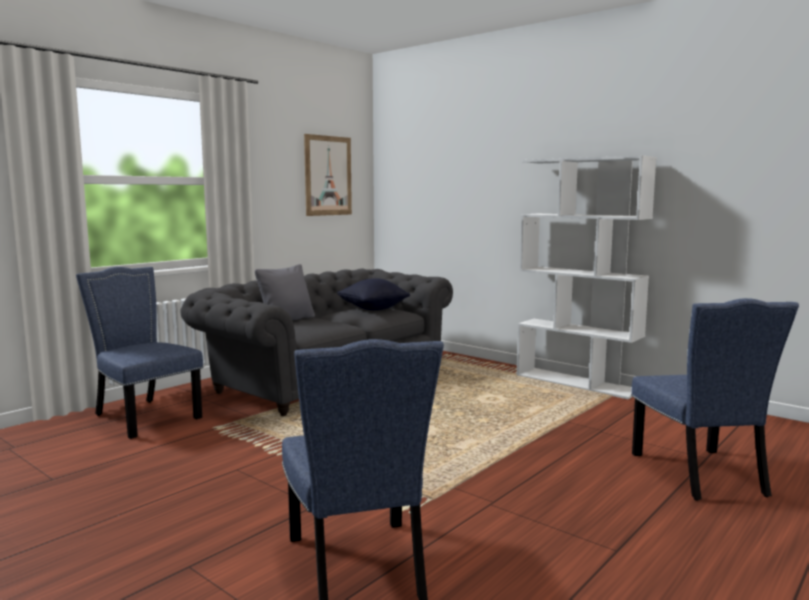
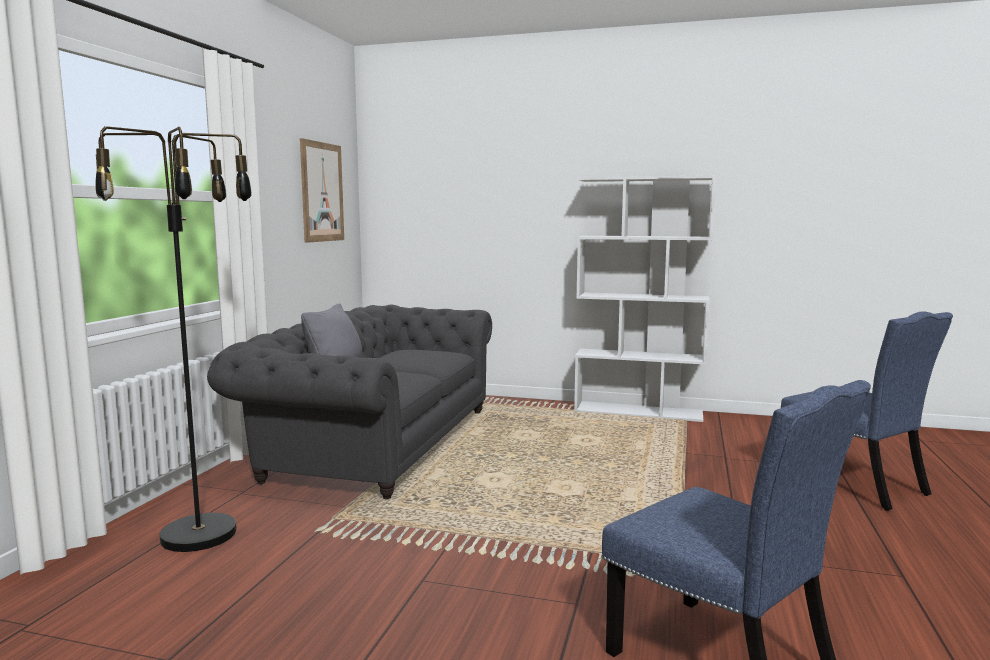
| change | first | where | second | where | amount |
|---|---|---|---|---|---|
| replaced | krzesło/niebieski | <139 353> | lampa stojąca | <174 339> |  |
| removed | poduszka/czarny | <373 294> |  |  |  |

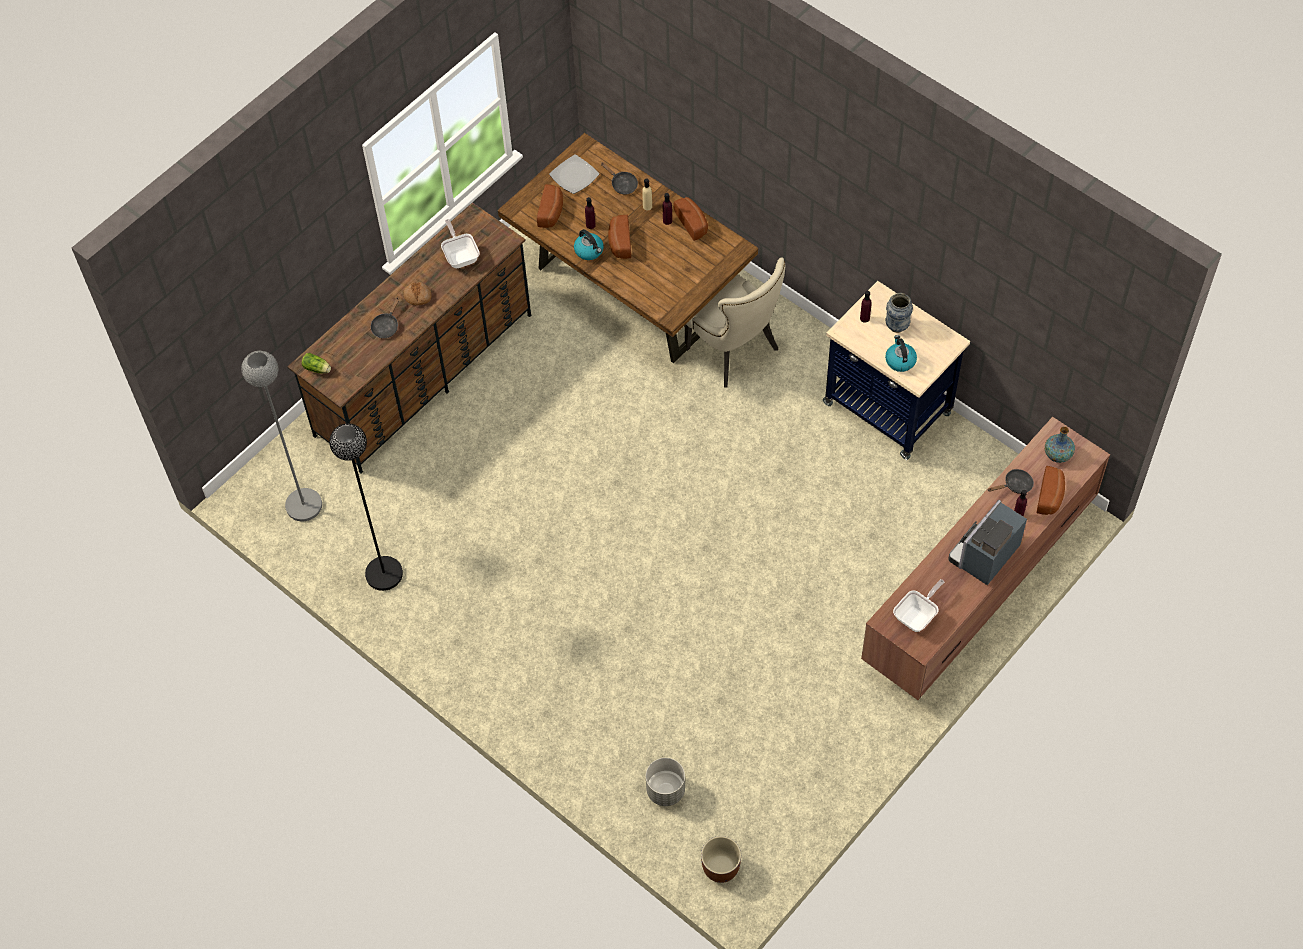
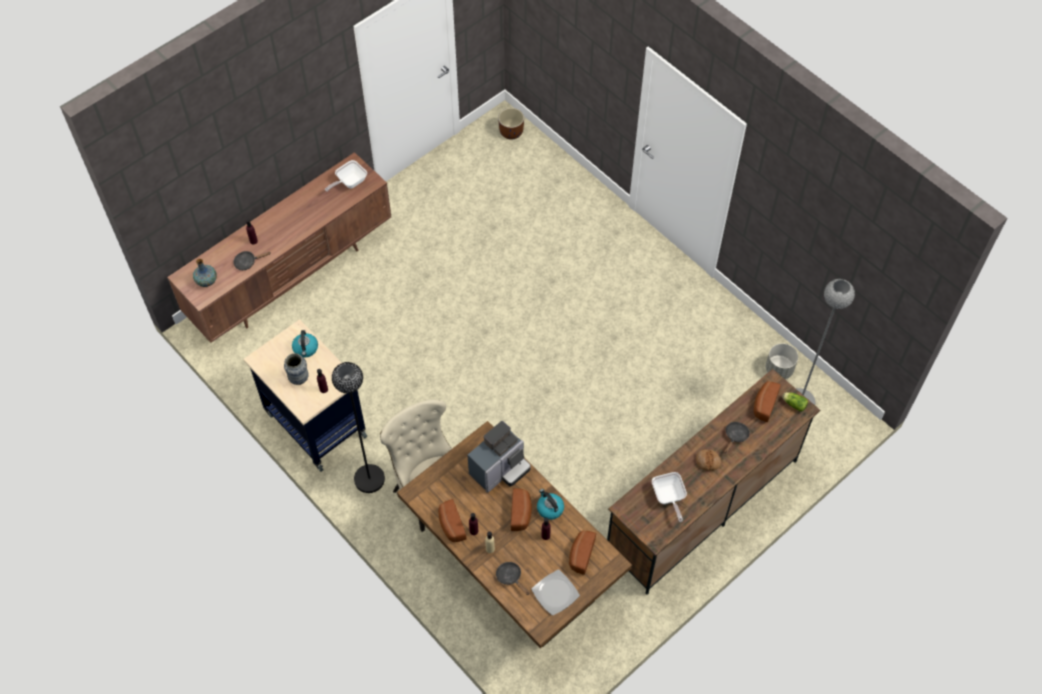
| change | first | where | second | where | amount |
|---|---|---|---|---|---|
| moved | lampa stojąca/czarny | <366 507> |  | <358 427> |  |
| moved | donica/szary | <665 782> |  | <782 361> |  |
| moved | ekspres do kawy | <987 542> |  | <498 457> |  |
| moved | chleb | <1051 490> |  | <767 402> |  |

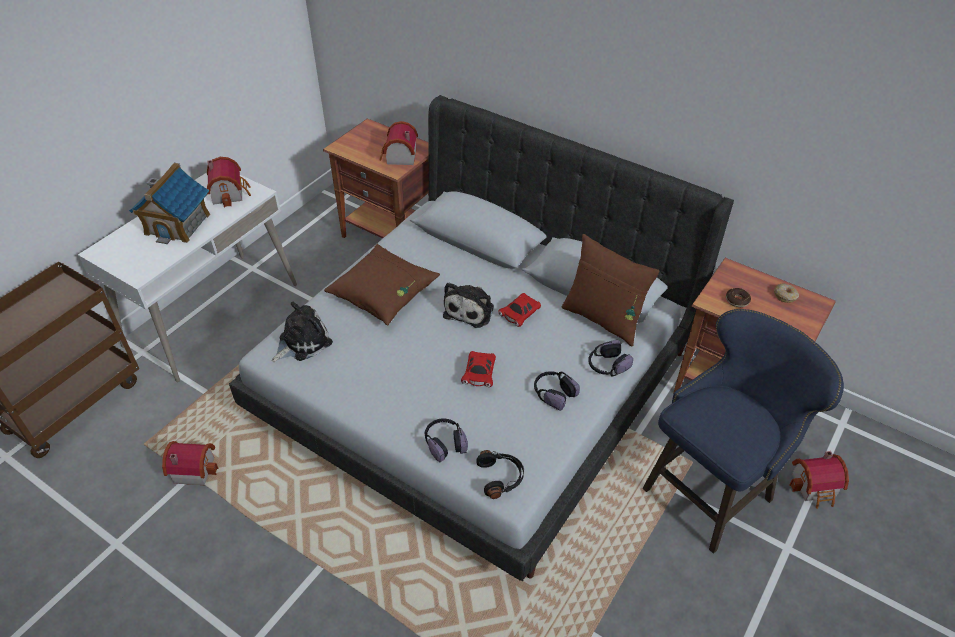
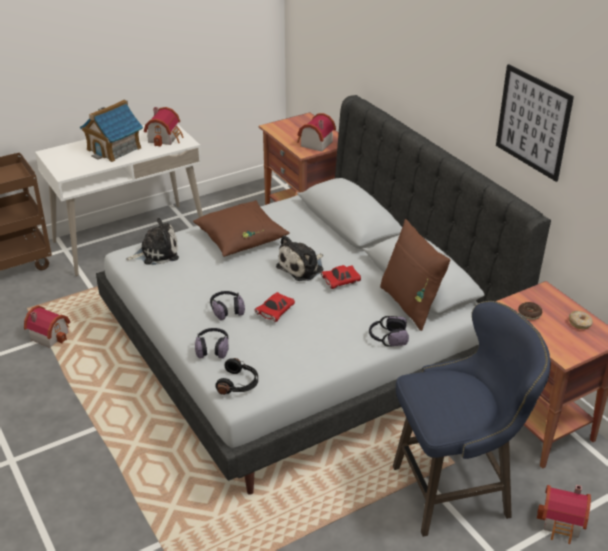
| change | first | where | second | where | amount |
|---|---|---|---|---|---|
| moved | słuchawki | <557 391> |  | <227 306> |  |
| added |  |  | obraz | <535 123> |  |

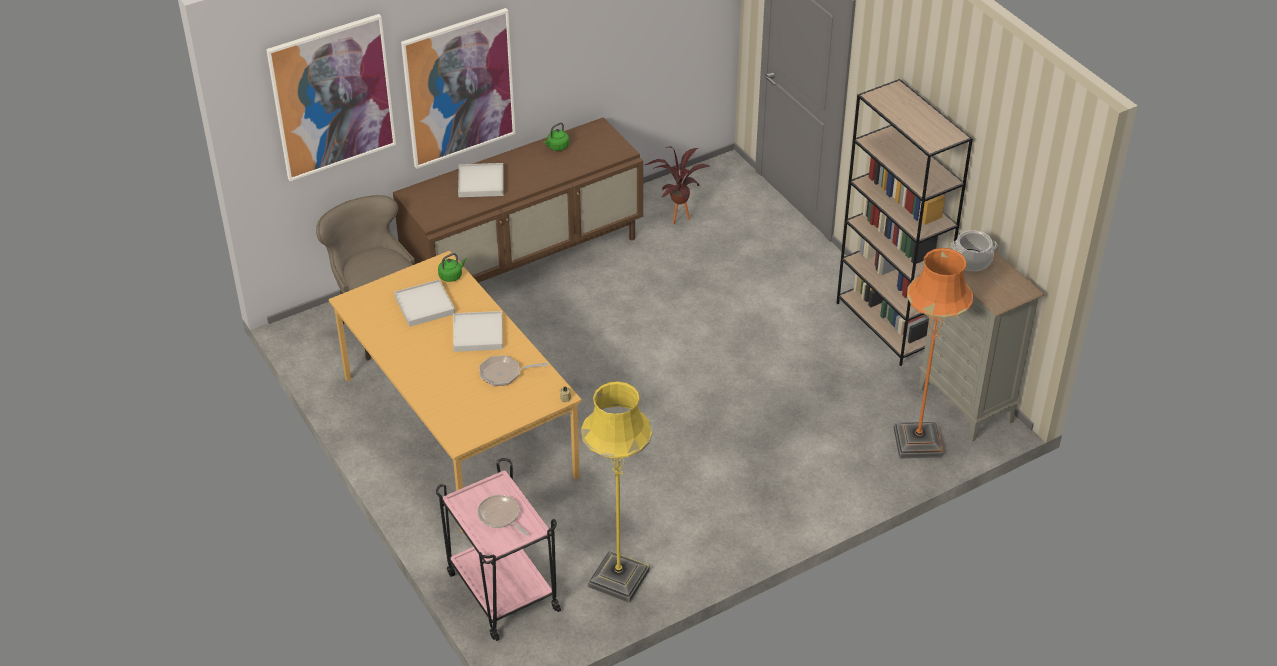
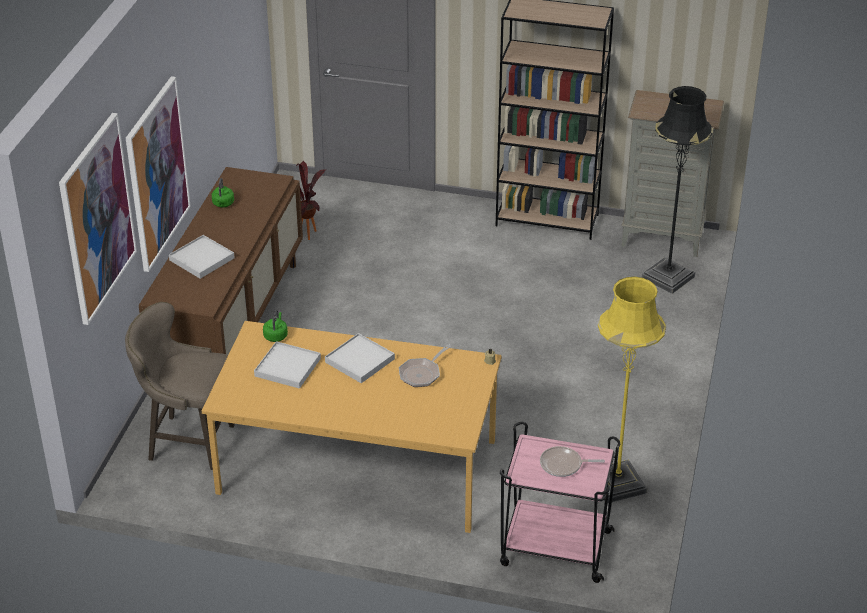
| change | first | where | second | where | amount |
|---|---|---|---|---|---|
| recoloured | lampa stojąca/pomarańczowy | <933 353> | lampa stojąca/czarny | <677 190> |  |
| removed | garnek | <974 250> |  |  |  |

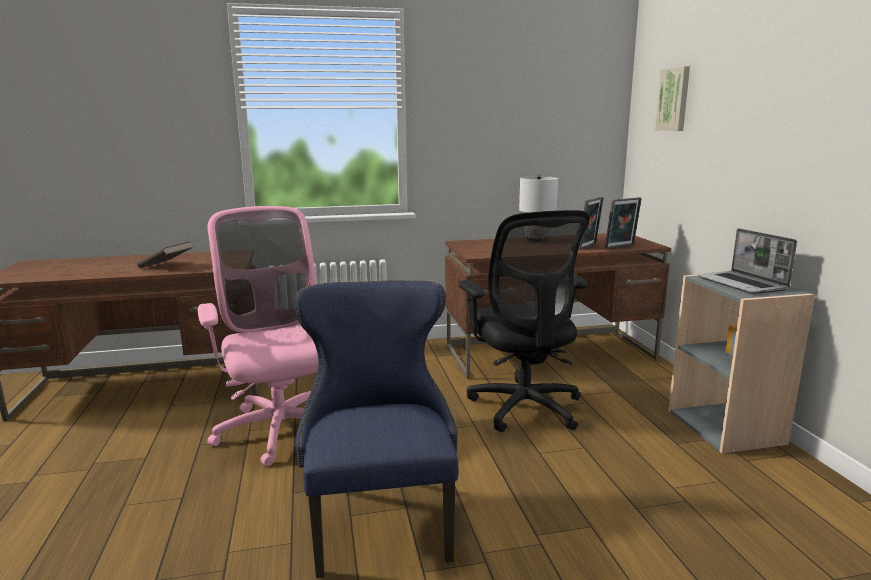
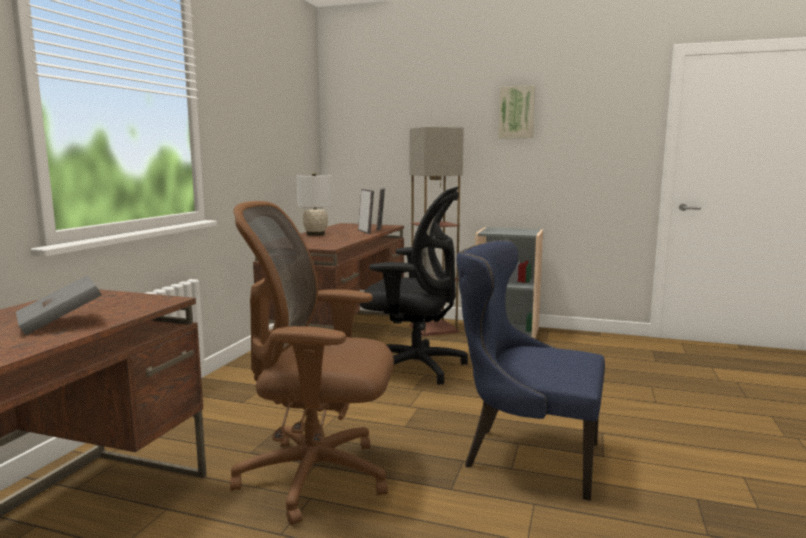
| change | first | where | second | where | amount |
|---|---|---|---|---|---|
| recoloured | książka/brązowy | <165 254> | książka/szary | <59 305> |  |
| recoloured | krzesło biurowe/różowy | <258 336> | krzesło biurowe/brązowy | <312 363> |  |
| moved | obraz | <672 98> |  | <517 111> |  |
| removed | laptop | <747 261> |  |  |  |
| added |  |  | lampa stojąca | <436 231> |  |

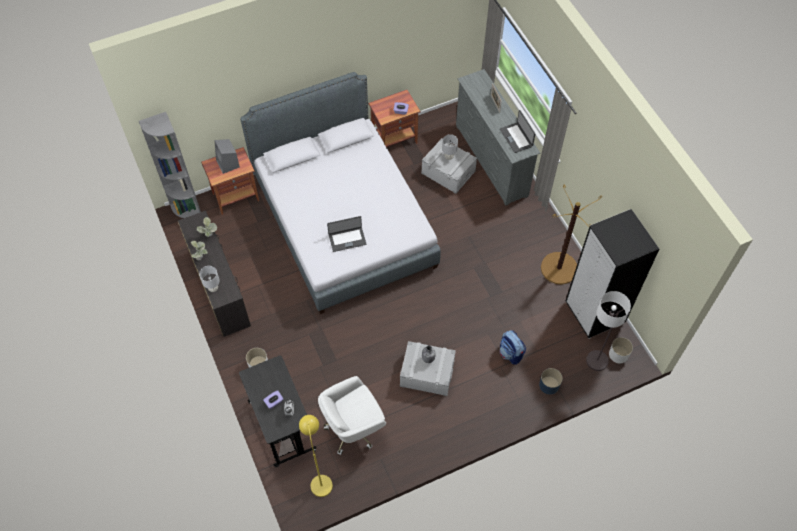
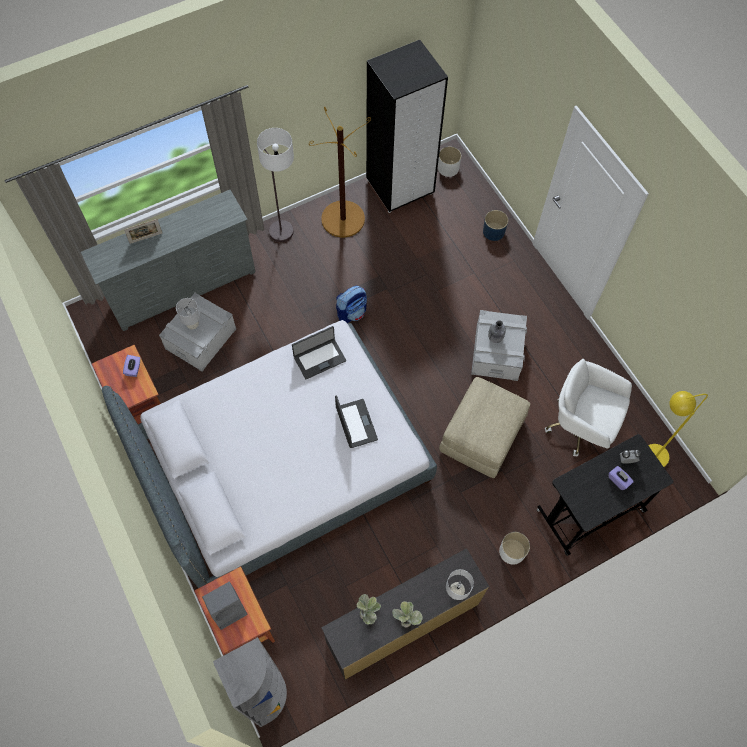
| change | first | where | second | where | amount |
|---|---|---|---|---|---|
| turned | krzesło biurowe/biały | <352 415> |  | <588 408> | 150 degrees clockwise |
| moved | plecak | <512 347> |  | <351 304> |  |
| moved | laptop | <517 131> |  | <319 352> |  |
| moved | lampa stojąca/biały | <608 331> |  | <275 185> |  |
| added |  |  | pufa/beżowy | <484 427> |  |

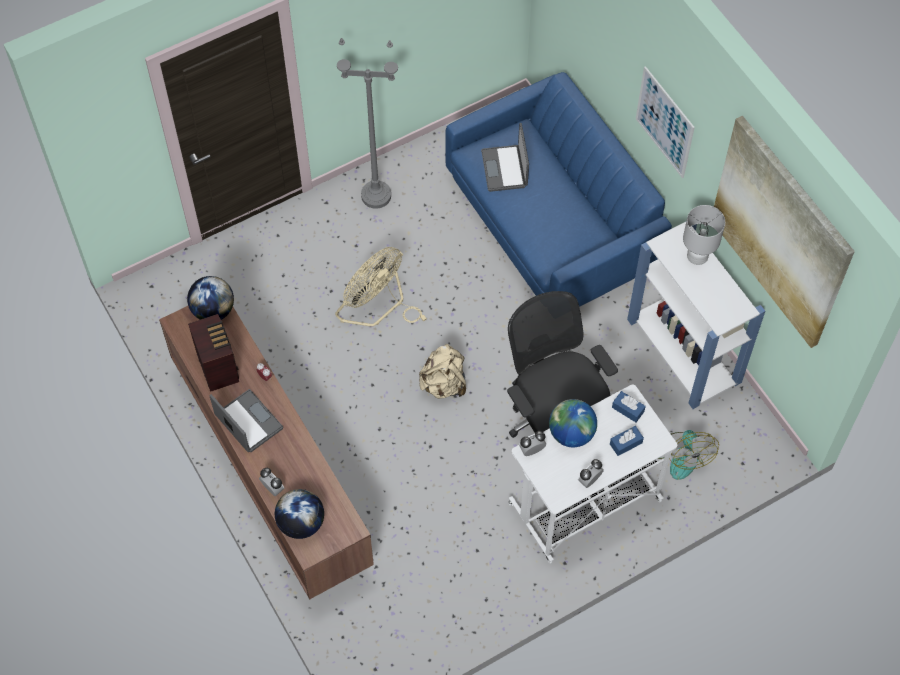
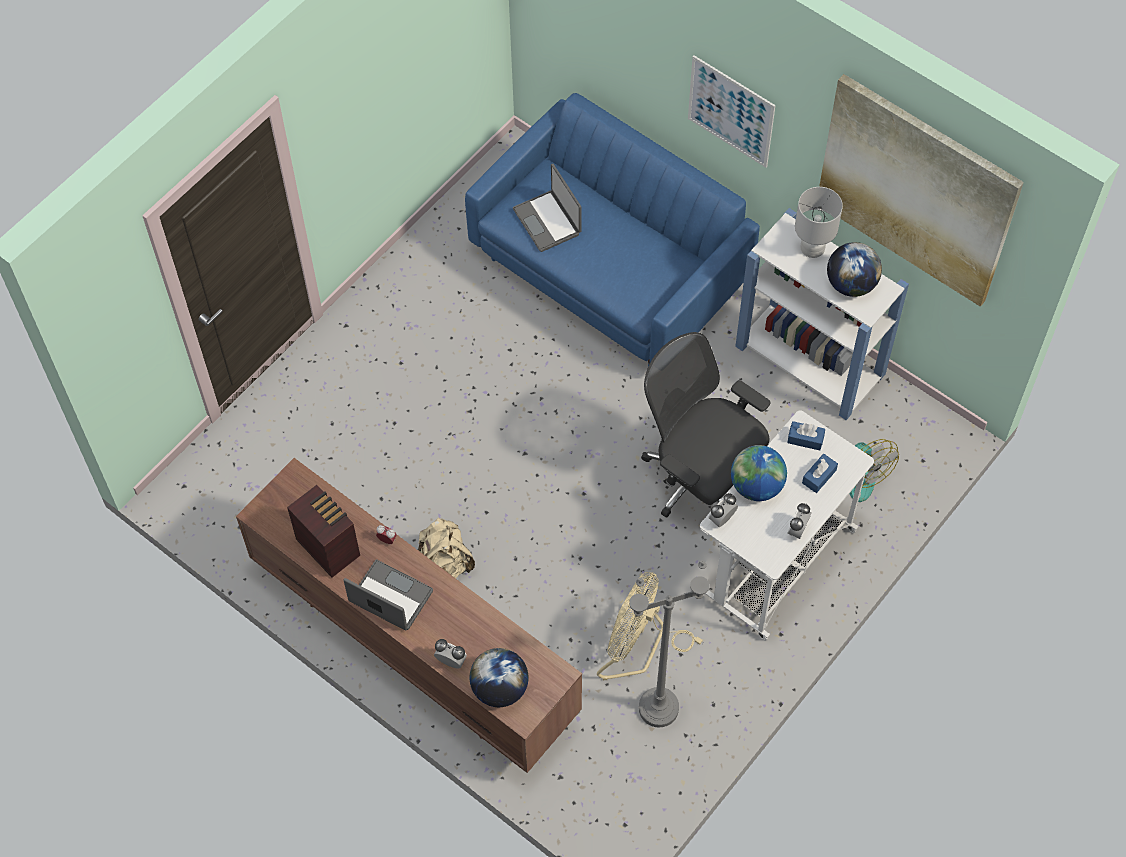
| change | first | where | second | where | amount |
|---|---|---|---|---|---|
| moved | globus | <210 298> |  | <854 269> |  |
| moved | wentylator/beżowy | <381 287> |  | <650 626> |  |
| moved | lampa stojąca/szary | <367 123> |  | <669 644> |  |
| moved | plecak/beżowy | <442 371> |  | <446 548> |  |

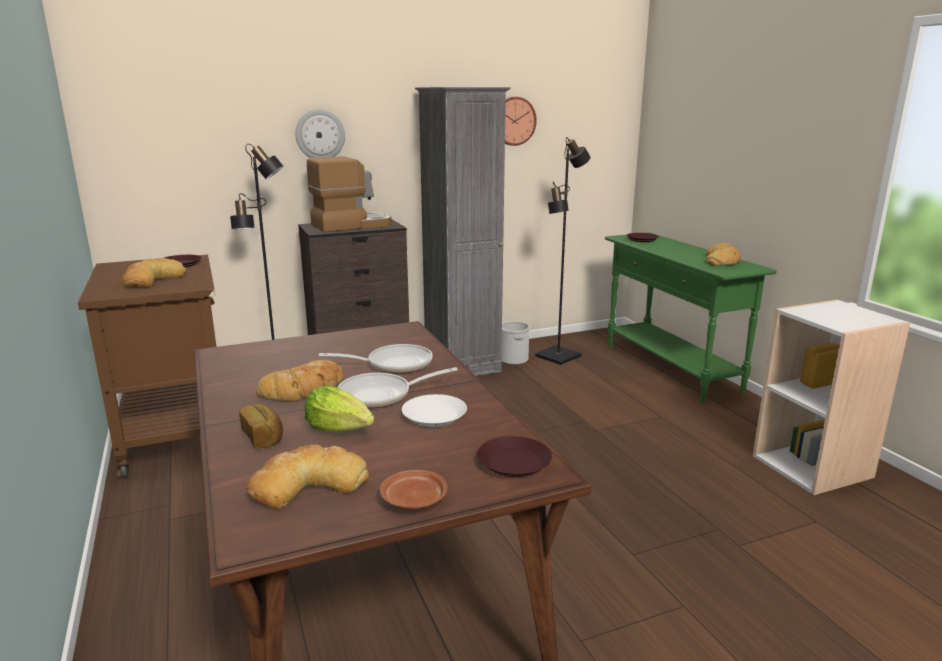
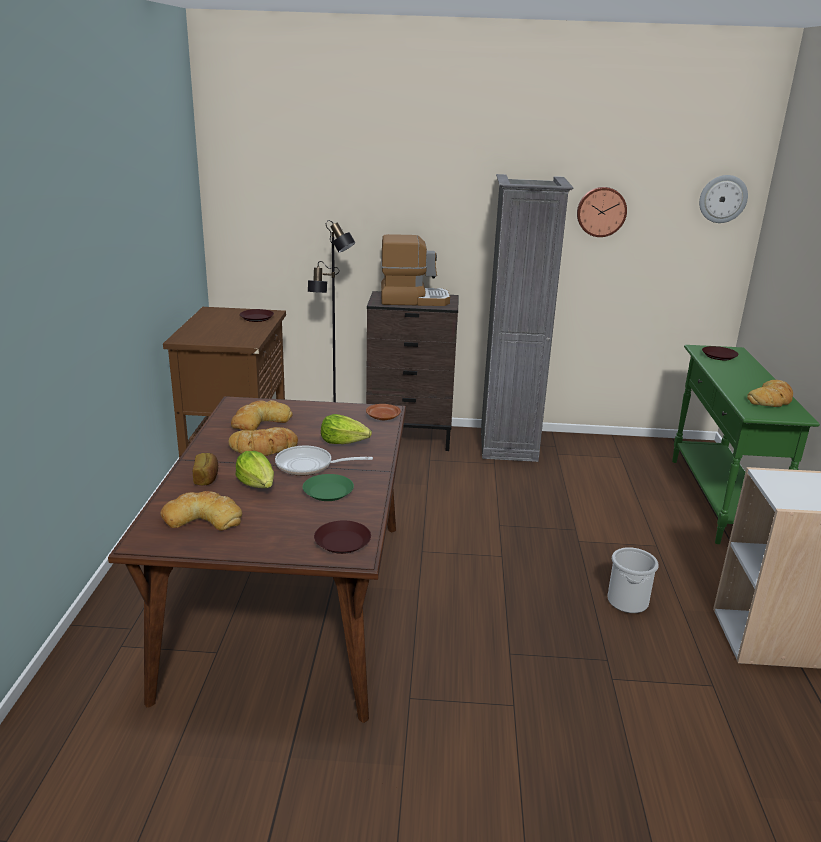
| change | first | where | second | where | amount |
|---|---|---|---|---|---|
| moved | chleb | <154 272> |  | <262 415> |  |
| moved | zegar ścienny | <320 133> |  | <723 199> |  |
| replaced | patelnia | <376 359> | sałata | <346 429> |  |
| moved | talerz/brązowy | <413 490> |  | <383 412> |  |
| recoloured | talerz/biały | <434 410> | talerz/zielony | <328 487> |  |
| moved | wiadro | <516 343> |  | <633 580> |  |
| removed | lampa stojąca/czarny | <563 251> |  |  |  |

